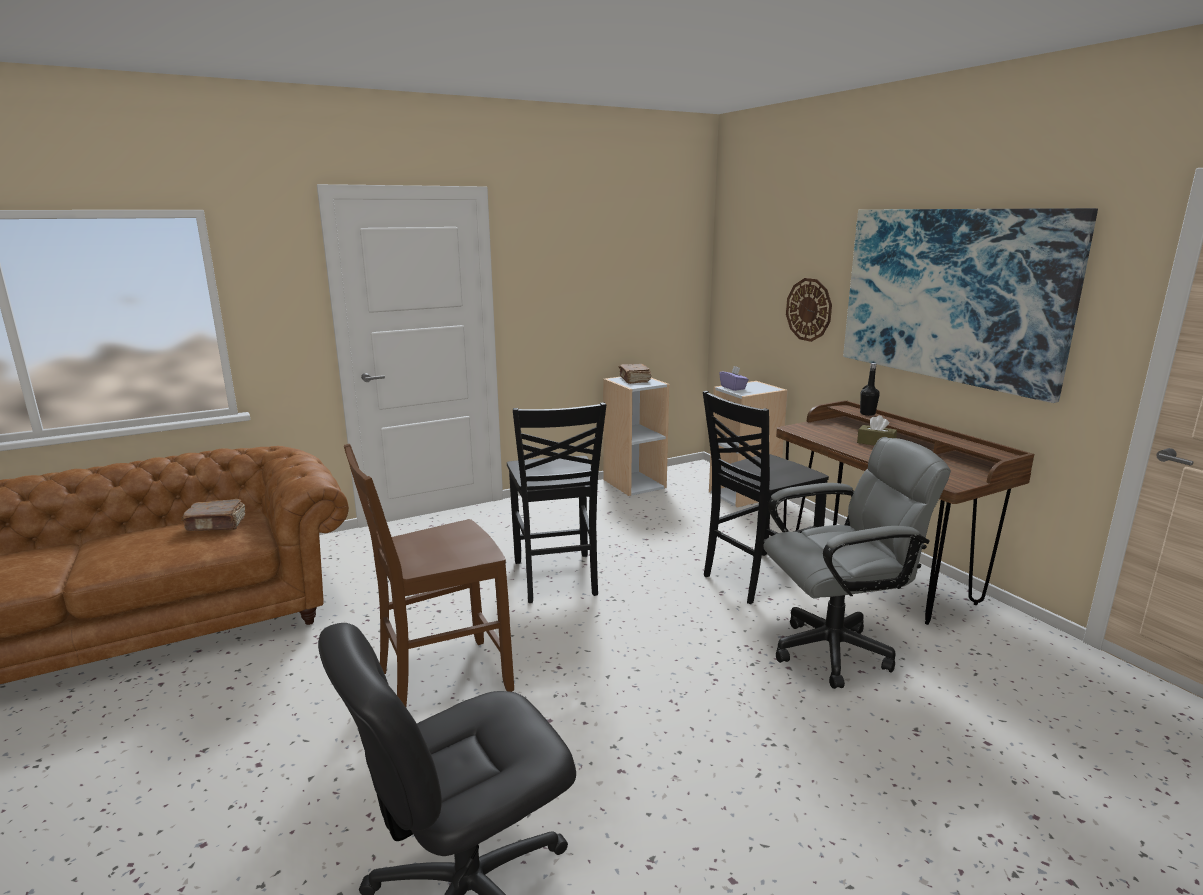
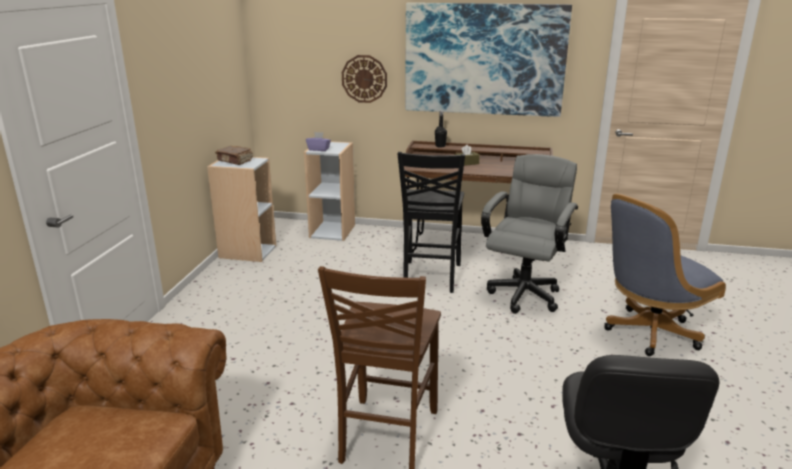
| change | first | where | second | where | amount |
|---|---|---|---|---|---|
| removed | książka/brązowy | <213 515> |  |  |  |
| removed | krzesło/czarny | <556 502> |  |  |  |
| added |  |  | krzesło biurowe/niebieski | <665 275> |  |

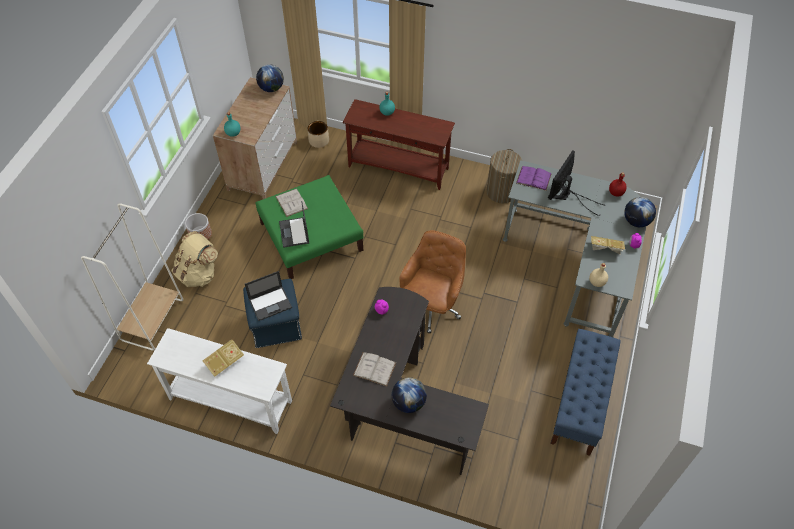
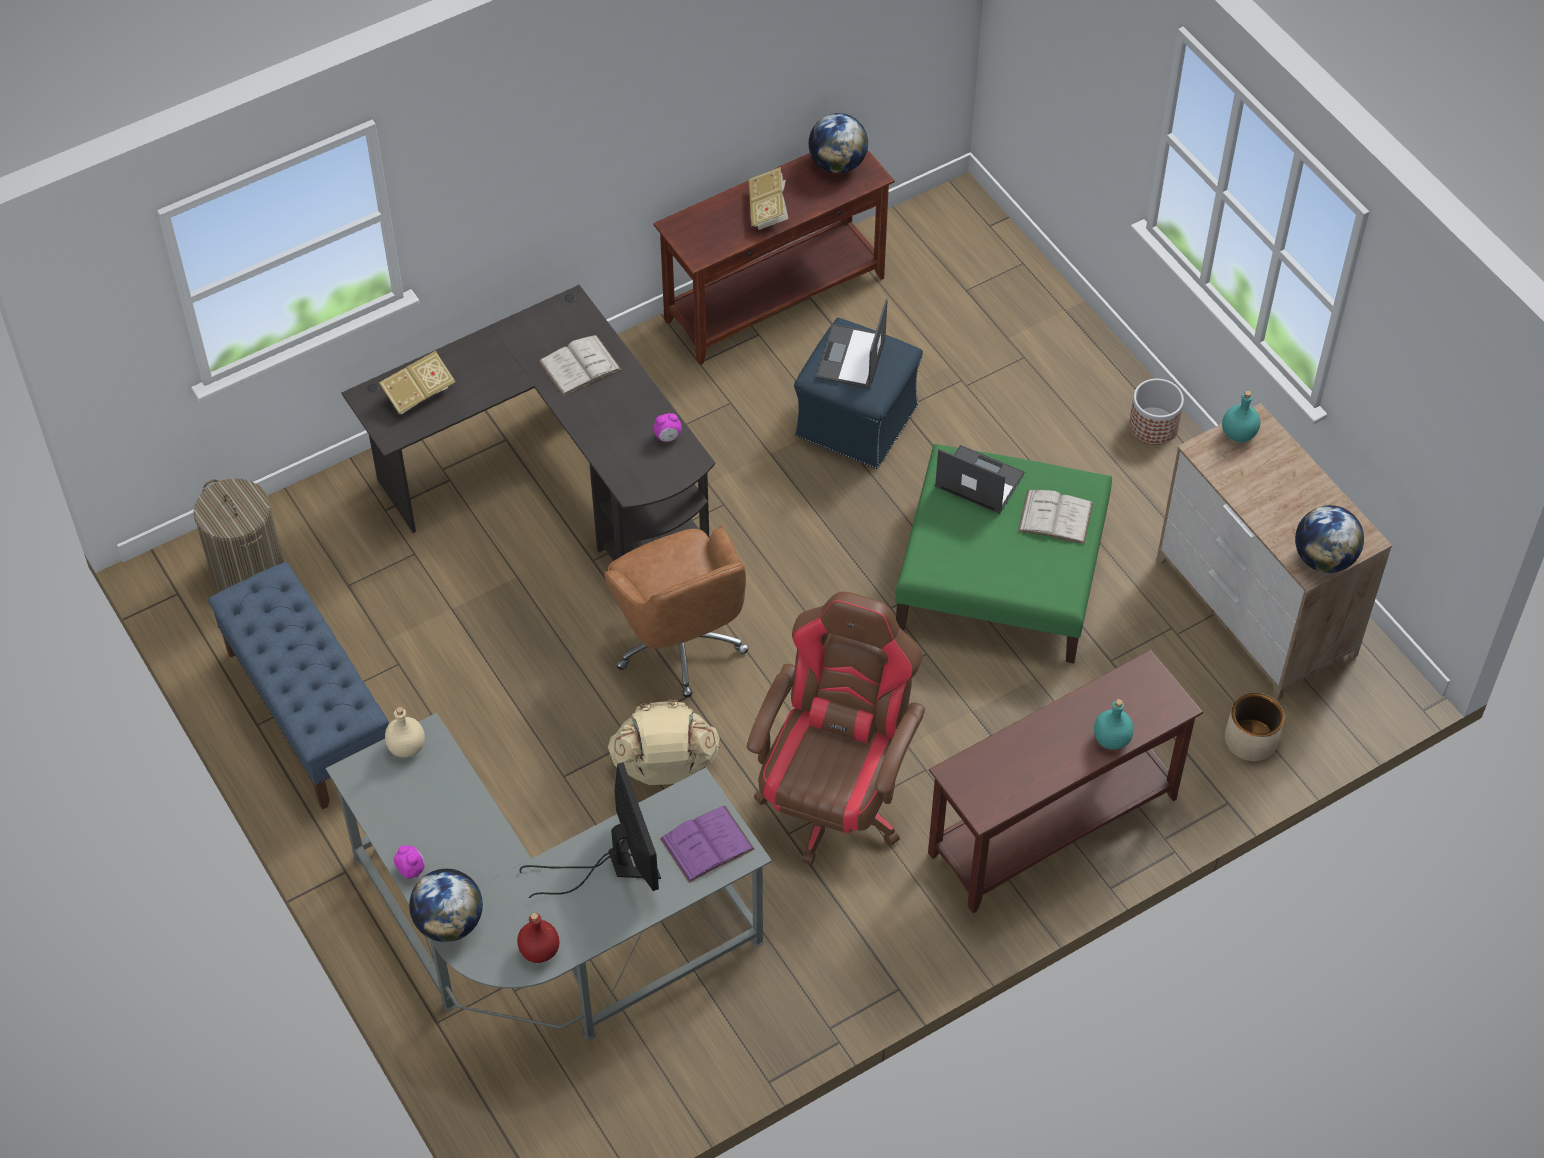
| change | first | where | second | where | amount |
|---|---|---|---|---|---|
| removed | wieszak | <132 277> |  |  |  |
| recoloured | stolik konsolowy/biały | <219 381> | stolik konsolowy/brązowy | <774 257> |  |
| moved | plecak/beżowy | <195 259> |  | <664 742> |  |
| moved | globus | <409 395> |  | <838 143> |  |
| moved | kosz na pranie | <504 176> |  | <239 534> |  |
| moved | książka | <608 245> |  | <417 382> |  |
| added |  |  | krzesło biurowe/brązowy | <836 728> |  |

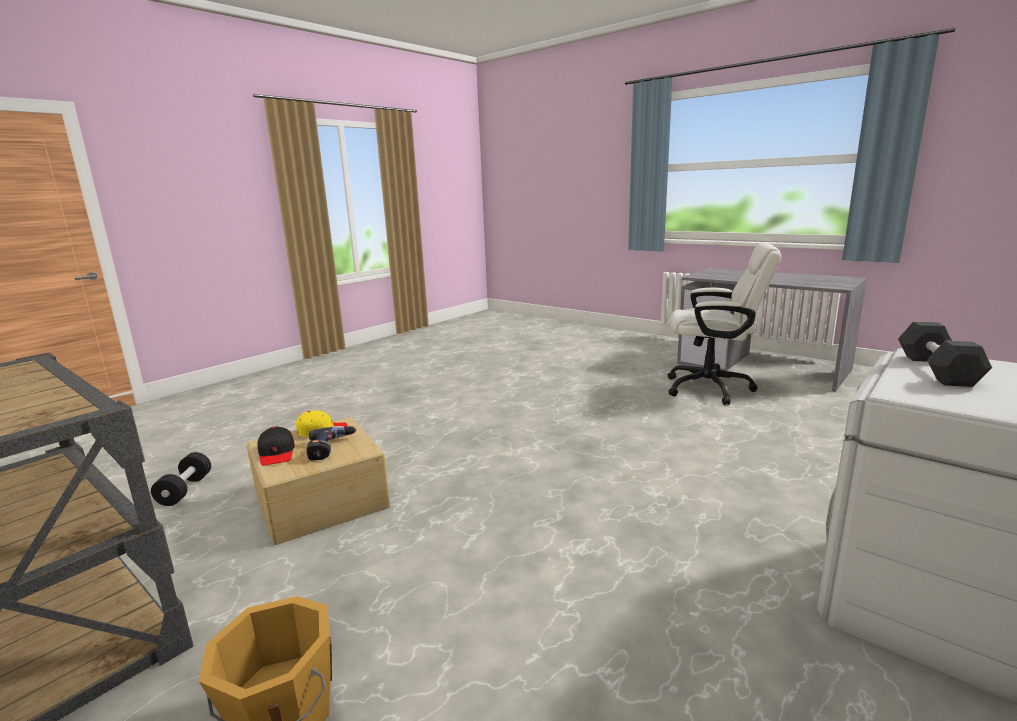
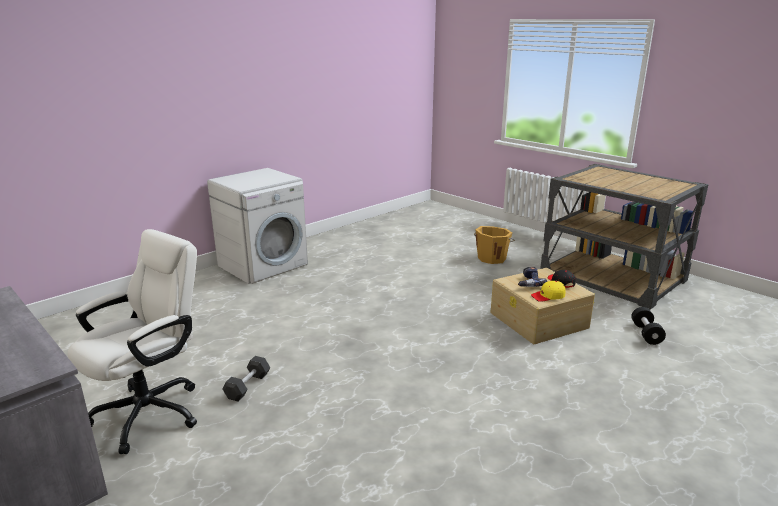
| change | first | where | second | where | amount |
|---|---|---|---|---|---|
| turned | krzesło biurowe/biały | <724 323> |  | <132 341> | 105 degrees clockwise |
| moved | hantel/szary | <945 354> |  | <246 379> |  |

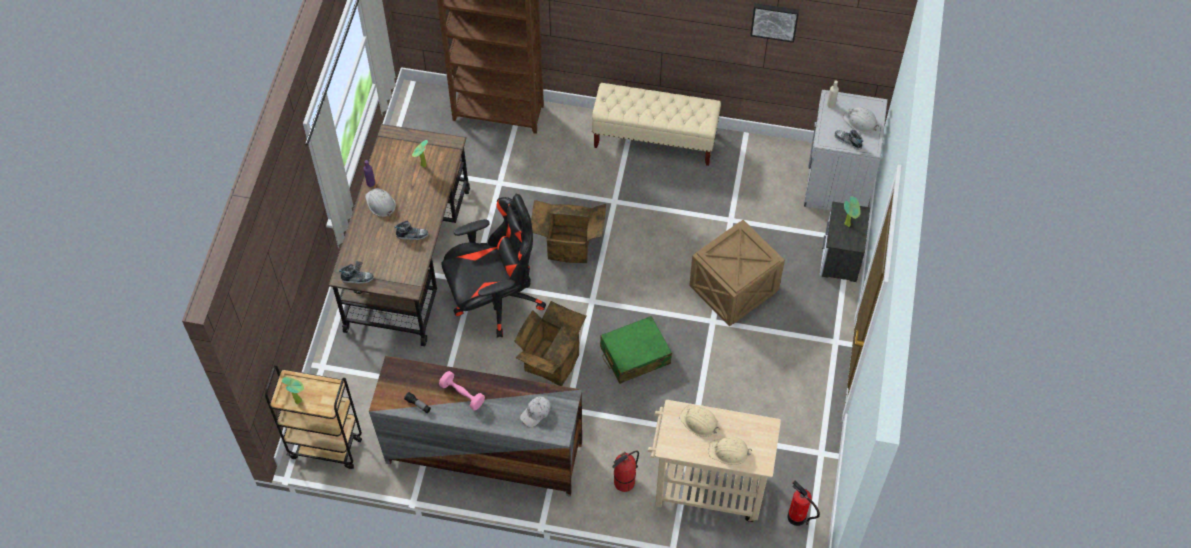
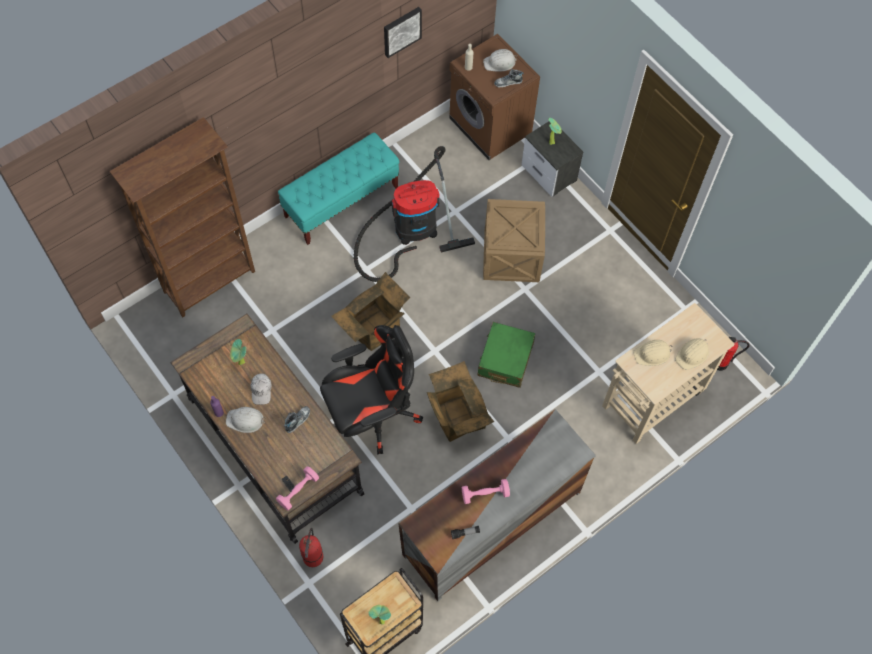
| change | first | where | second | where | amount |
|---|---|---|---|---|---|
| replaced | but | <356 274> | hantel/różowy | <297 488> |  |
| turned | krzesło biurowe/czarny | <493 266> |  | <371 389> | 45 degrees clockwise |
| moved | czapka z daszkiem/biały | <535 412> |  | <261 389> |  |
| recoloured | ławka/beżowy | <656 124> | ławka/turkusowy | <338 189> |  |
| moved | gaśnica | <625 471> |  | <311 547> |  |
| recoloured | pralka/biały | <846 150> | pralka/brązowy | <494 97> |  |
| added |  |  | odkurzacz | <414 214> |  |

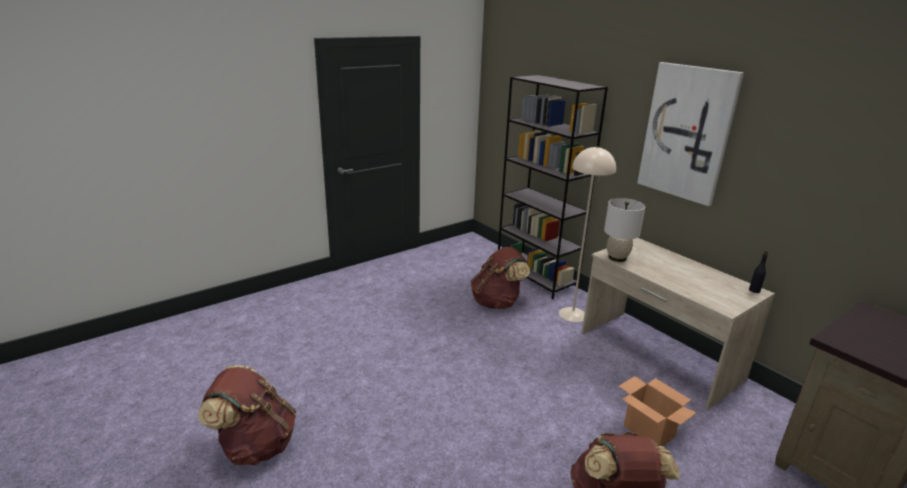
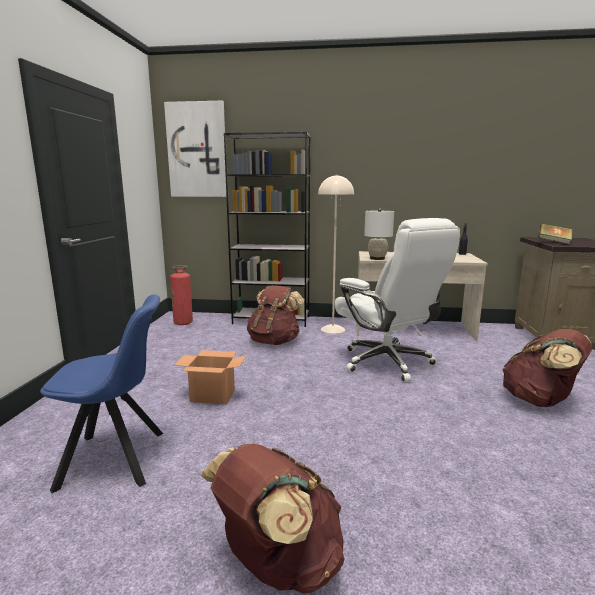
| change | first | where | second | where | amount |
|---|---|---|---|---|---|
| moved | karton | <658 411> |  | <210 377> |  |
| moved | obraz | <690 134> |  | <195 149> |  |
| added |  |  | krzesło/niebieski | <101 393> |  |
| added |  |  | gaśnica | <181 295> |  |
| added |  |  | krzesło biurowe/biały | <397 300> |  |
| added |  |  | książka | <555 233> |  |

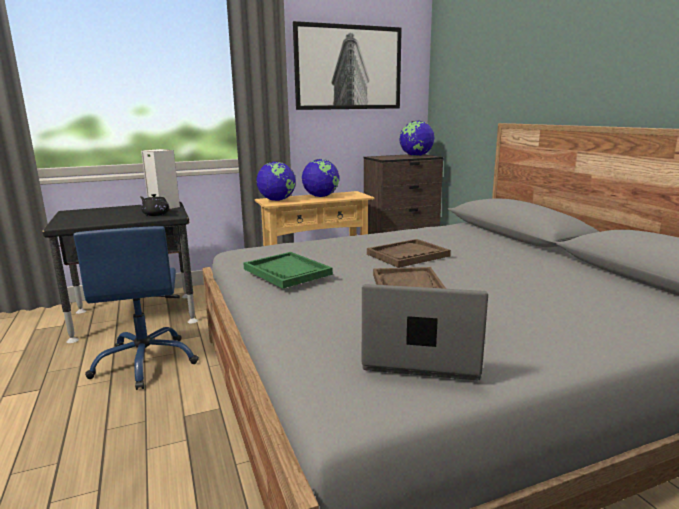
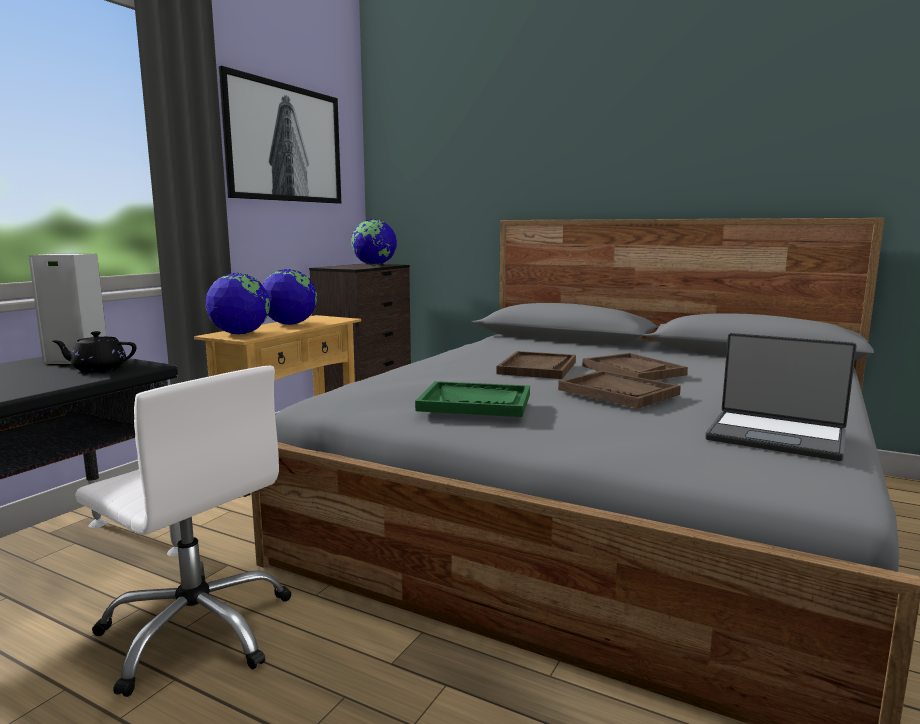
| change | first | where | second | where | amount |
|---|---|---|---|---|---|
| recoloured | krzesło biurowe/niebieski | <136 308> | krzesło biurowe/biały | <183 531> |  |
| turned | laptop | <425 332> |  | <781 397> | 120 degrees counterclockwise |
| added |  |  | taca/brązowy | <635 366> |  |

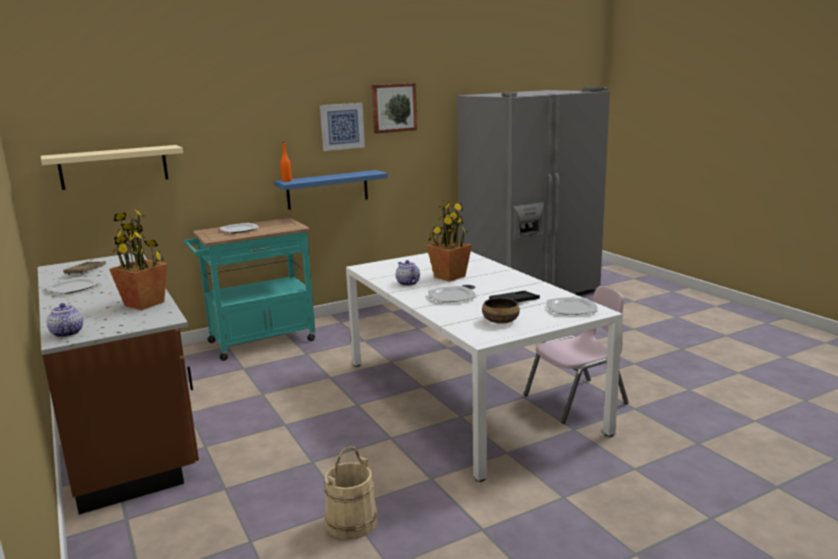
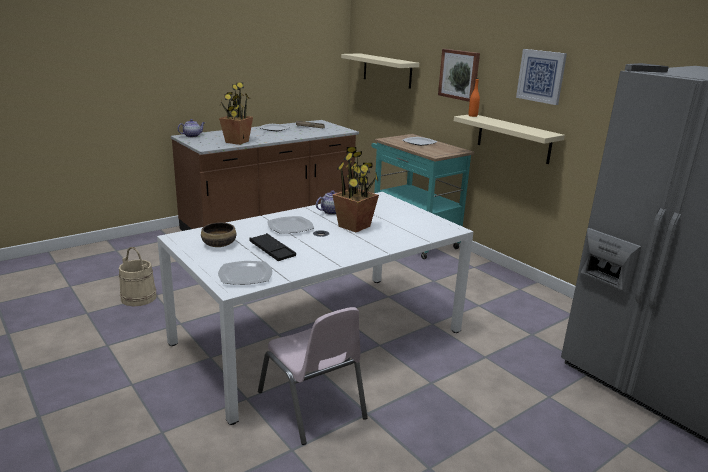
| change | first | where | second | where | amount |
|---|---|---|---|---|---|
| recoloured | półka/niebieski | <331 190> | półka/beżowy | <509 139> |  |
| moved | obraz | <394 108> |  | <459 75> |  |

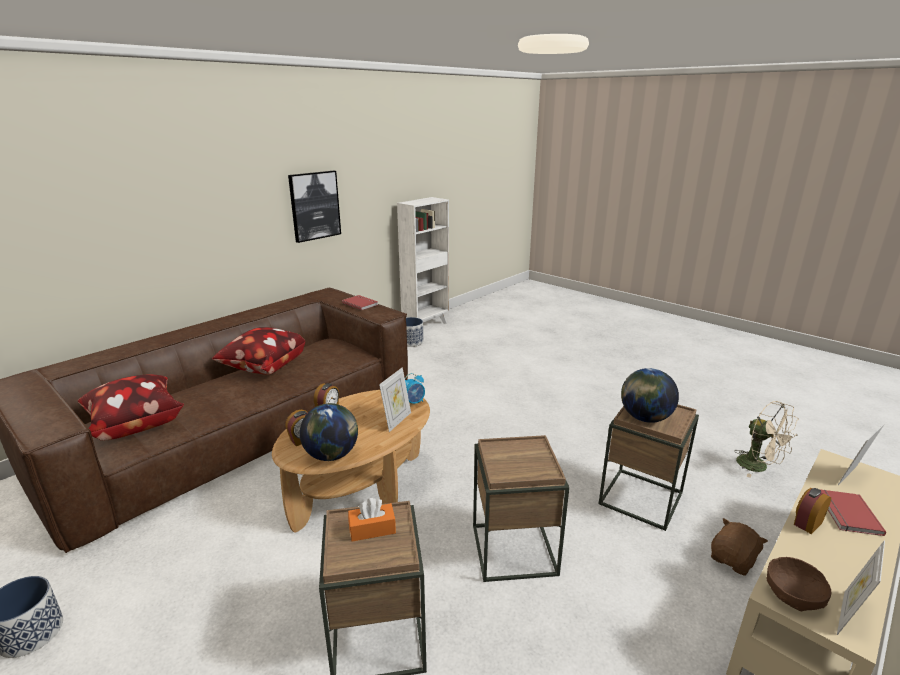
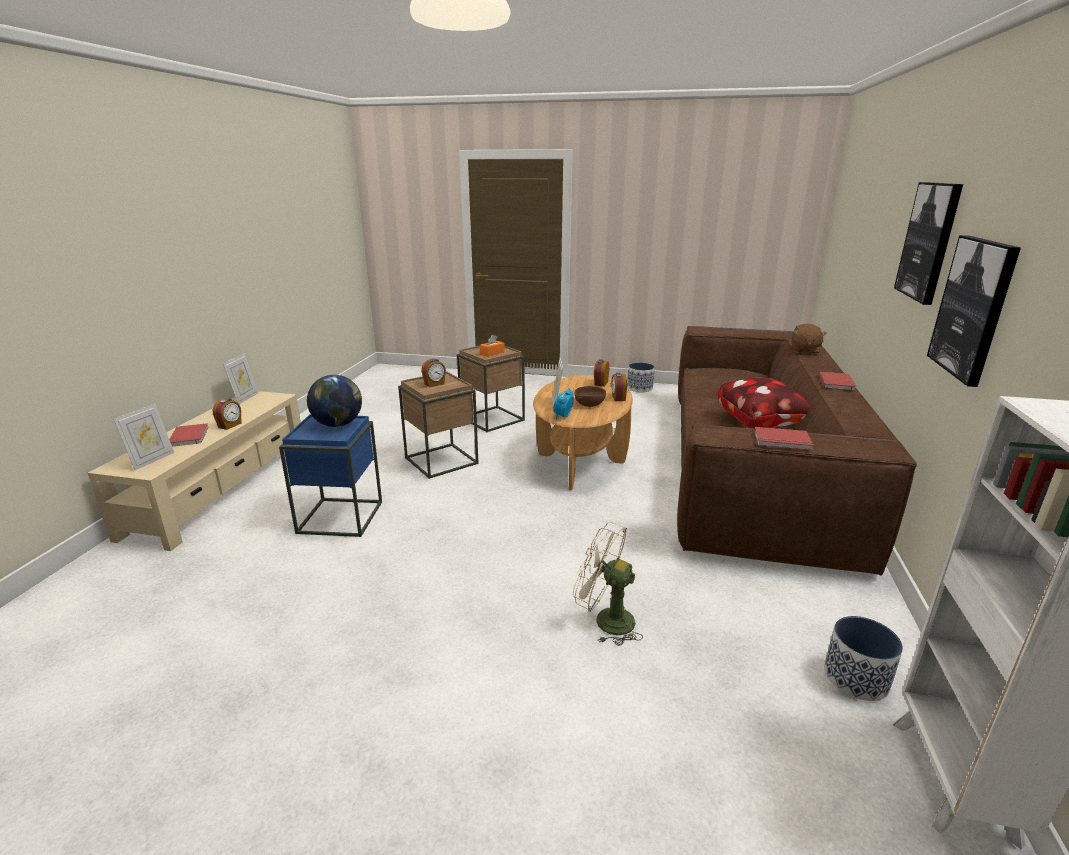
| change | first | where | second | where | amount |
|---|---|---|---|---|---|
| removed | poduszka | <131 408> |  |  |  |
| removed | globus | <329 432> |  |  |  |
| recoloured | stolik/brązowy | <649 467> | stolik/niebieski | <330 475> |  |
| moved | pluszak/brązowy | <739 547> |  | <809 338> |  |
| moved | wentylator/beżowy | <766 439> |  | <608 584> |  |
| moved | miska/brązowy | <799 584> |  | <590 396> |  |
| added |  |  | budzik | <433 373> |  |
| added |  |  | książka/czerwony | <837 381> |  |
| added |  |  | obraz | <928 243> |  |

